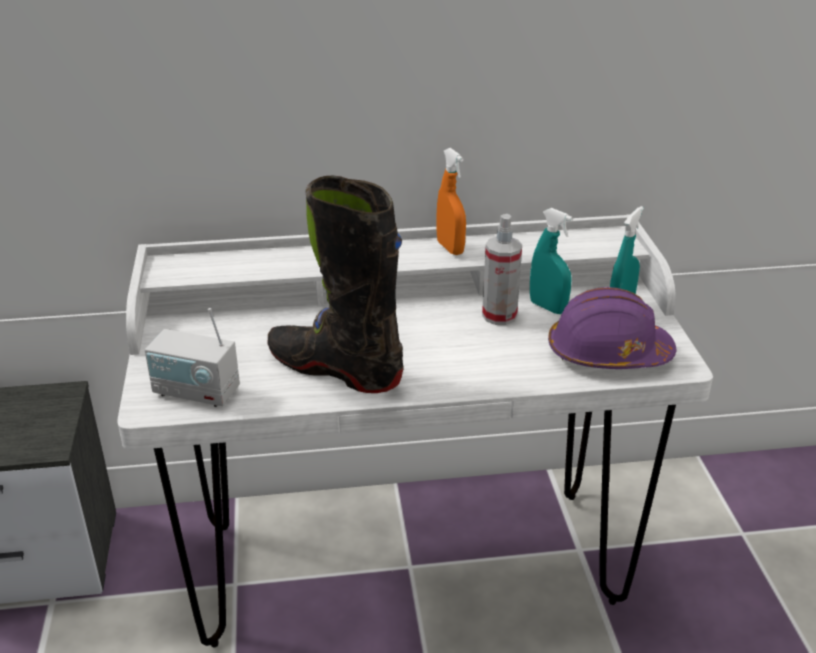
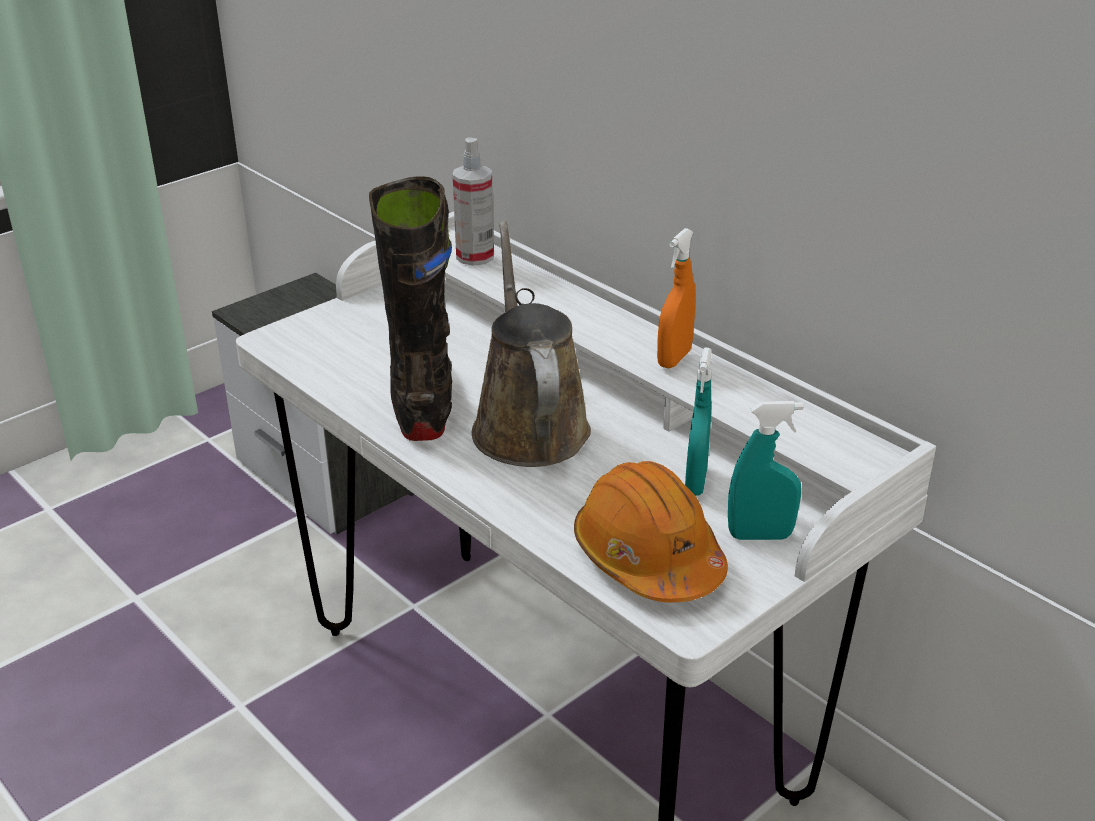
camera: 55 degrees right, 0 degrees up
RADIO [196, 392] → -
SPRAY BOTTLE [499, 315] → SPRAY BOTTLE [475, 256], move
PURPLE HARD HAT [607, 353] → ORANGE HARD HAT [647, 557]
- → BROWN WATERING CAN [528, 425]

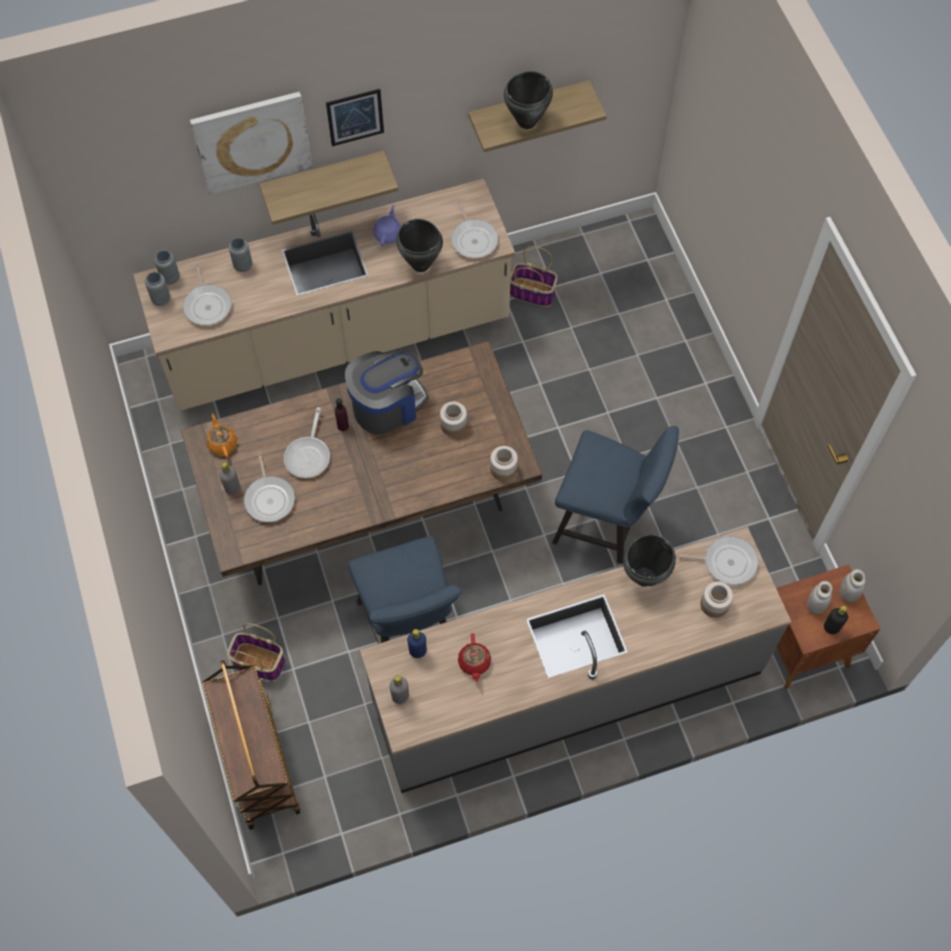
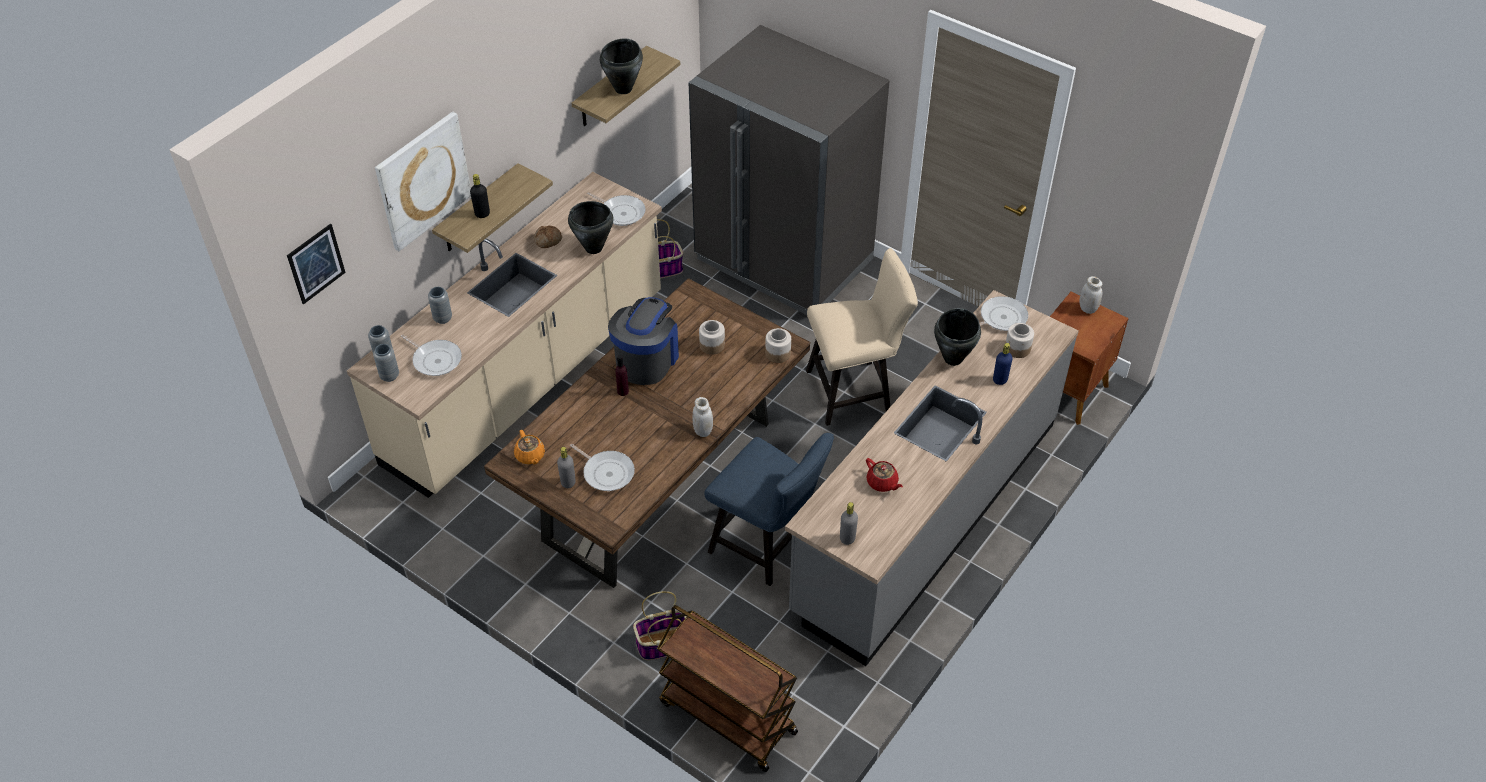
camera: 35 degrees left, 15 degrees down
ORANGE TEAPOT [222, 443] → ORANGE TEAPOT [530, 456], 150 degrees counterclockwise
FRYING PAN [309, 455] → -
PICTURE [355, 117] → PICTURE [316, 263], move
PURPLE TEAPOT [388, 234] → BREAD [548, 241]
BLUE BOTTLE [417, 651] → BLUE BOTTLE [1000, 380], move
BLUE CHAIR [606, 523] → BEIGE CHAIR [855, 390]
WHITE JAR [815, 605] → WHITE JAR [703, 431], move
BLACK BOTTLE [831, 627] → BLACK BOTTLE [482, 214], move
- → GREY FRIDGE [783, 260]

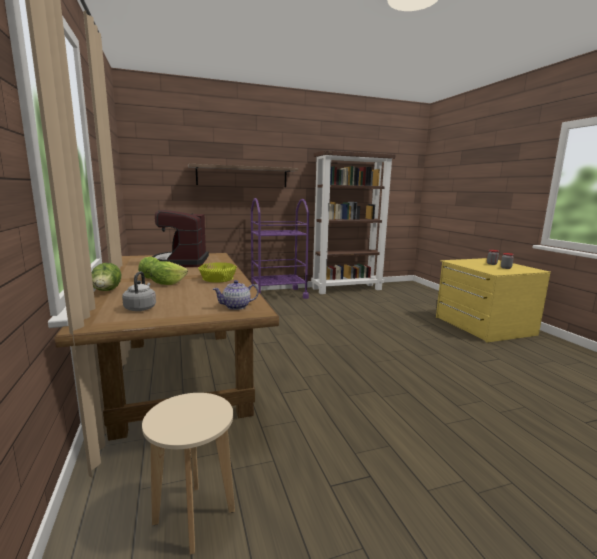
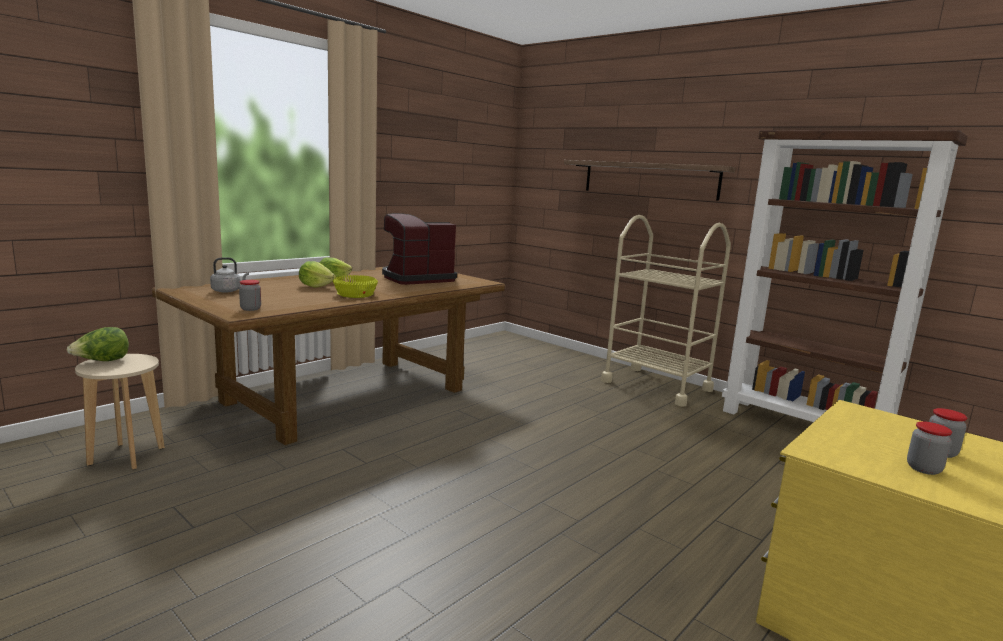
camera: 60 degrees right, 0 degrees up
LETTUCE [107, 291] → LETTUCE [102, 362], move
TEAPOT [236, 306] → JAR [250, 309]
PURPLE CART [278, 295] → BEIGE CART [656, 385]

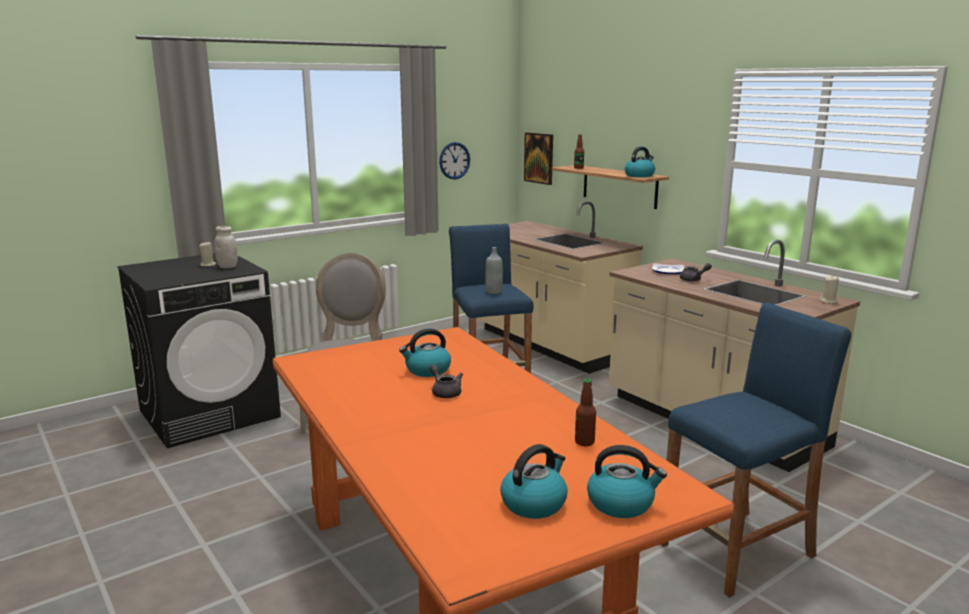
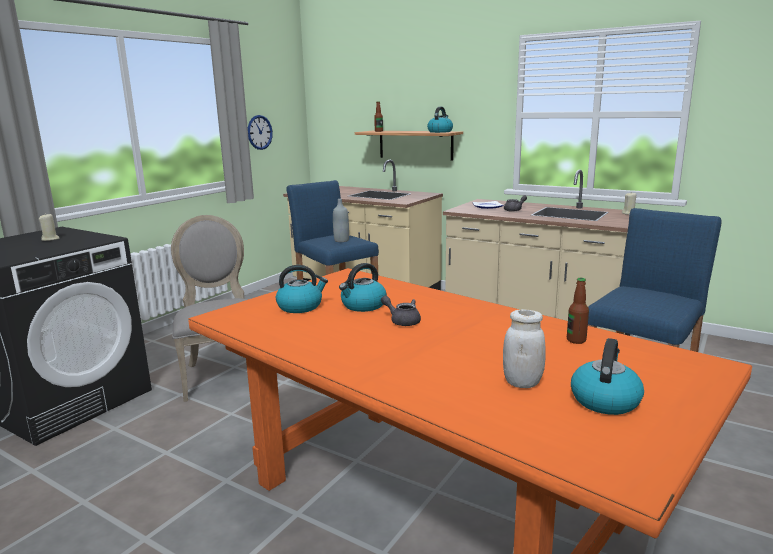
camera: 20 degrees left, 0 degrees up
WHITE JAR [227, 267] → WHITE JAR [522, 383], move
PICTURE [539, 158] → -
KETTLE [621, 503] → KETTLE [300, 306], move

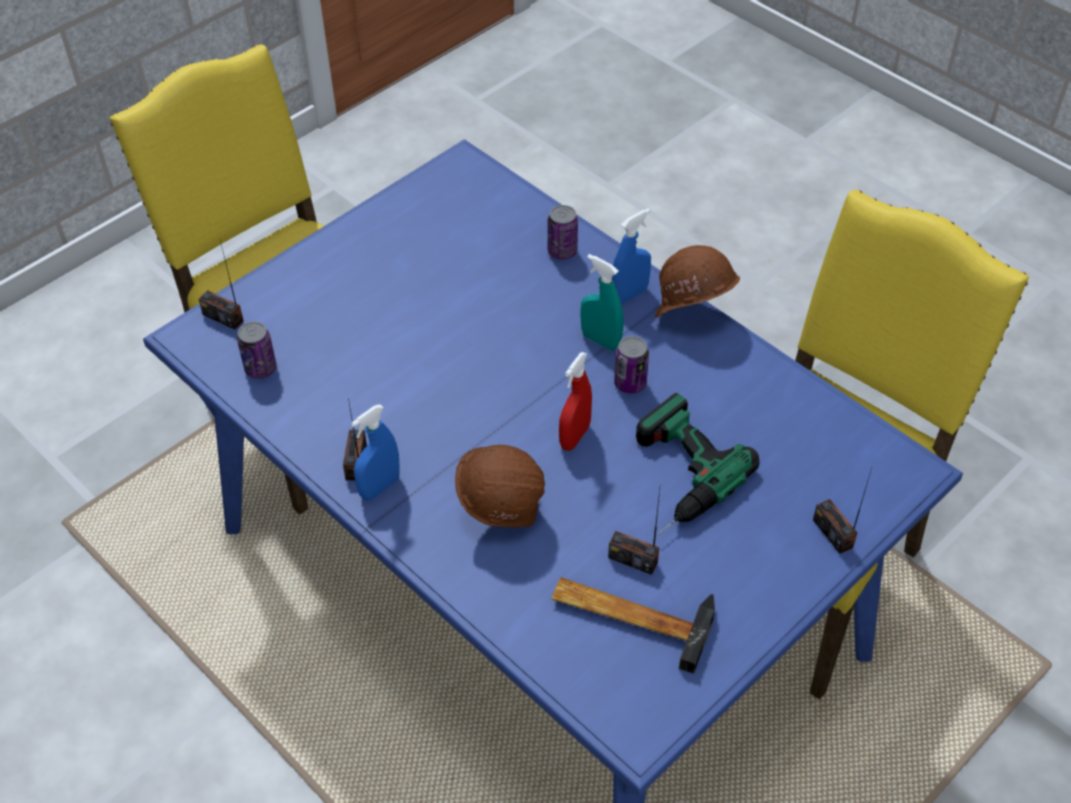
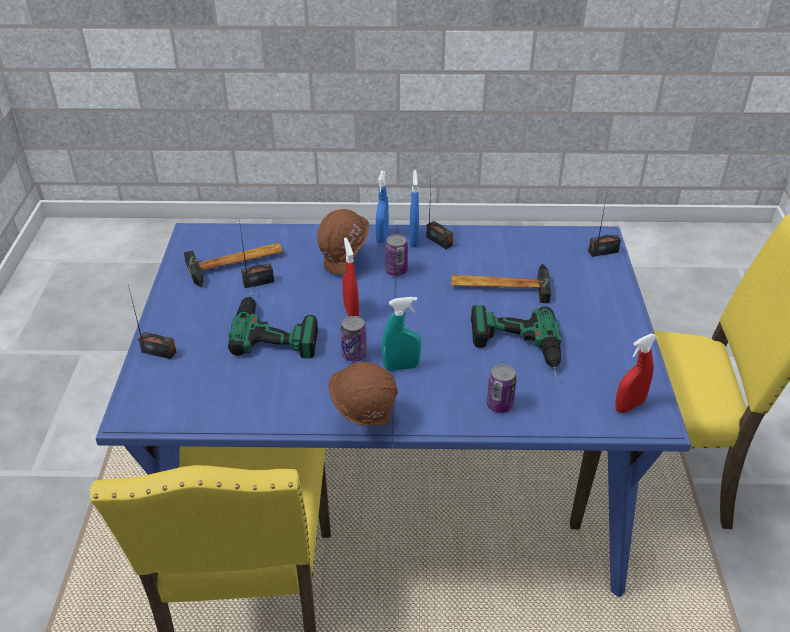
camera: 135 degrees right, 10 degrees down
CAN [260, 368] → CAN [396, 271], move
BLUE SPRAY BOTTLE [629, 295] → BLUE SPRAY BOTTLE [382, 236], move
- → HAMMER [499, 285]
- → POWER DRILL [517, 351]
- → RED SPRAY BOTTLE [629, 405]

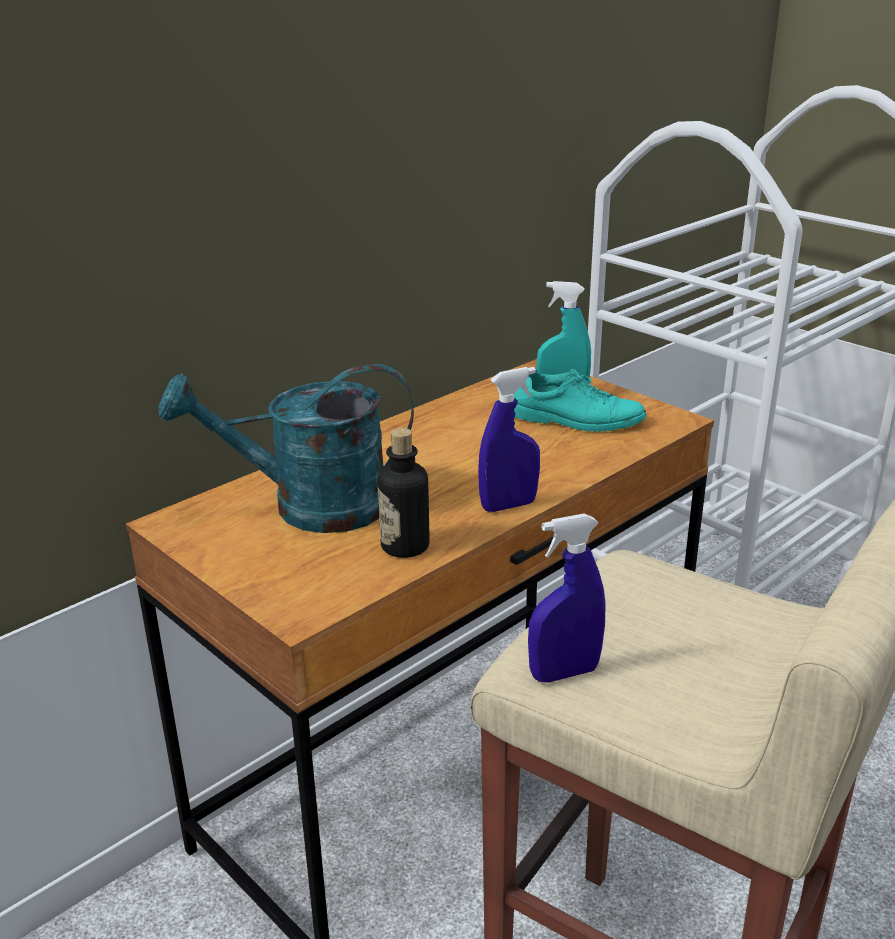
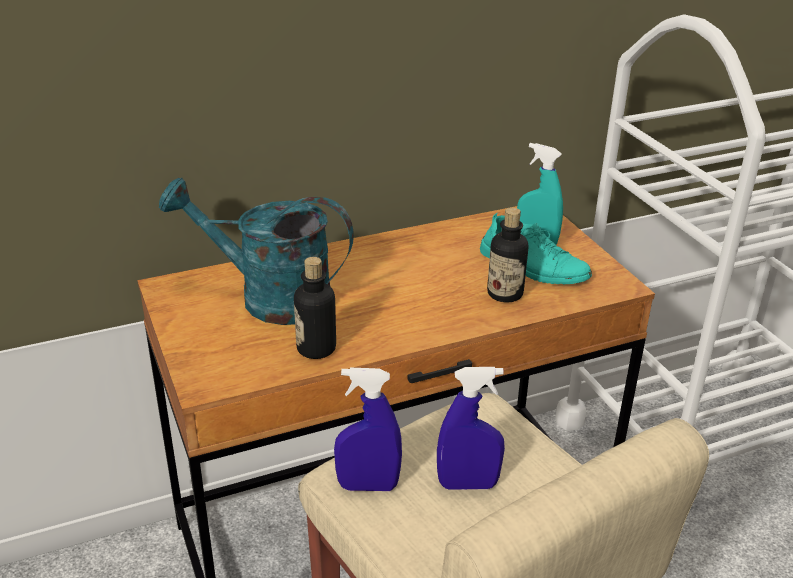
camera: 20 degrees right, 5 degrees up
BLUE SPRAY BOTTLE [508, 505] → BLUE SPRAY BOTTLE [467, 484], move
- → BOTTLE [505, 293]

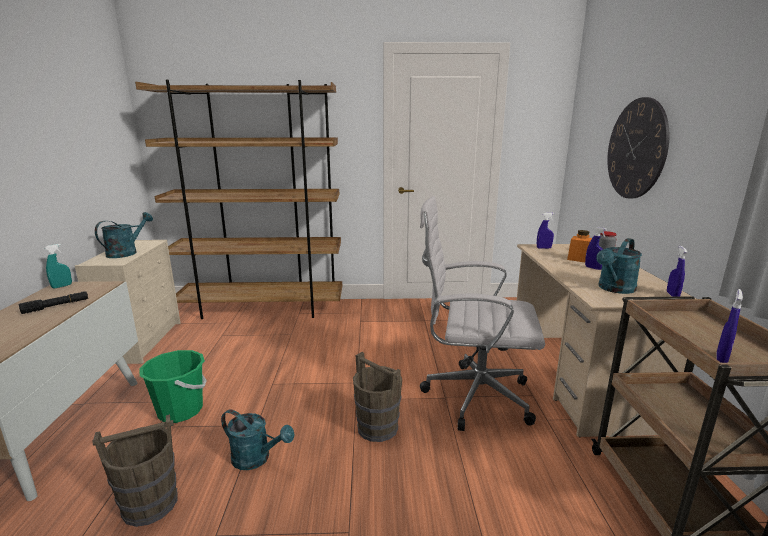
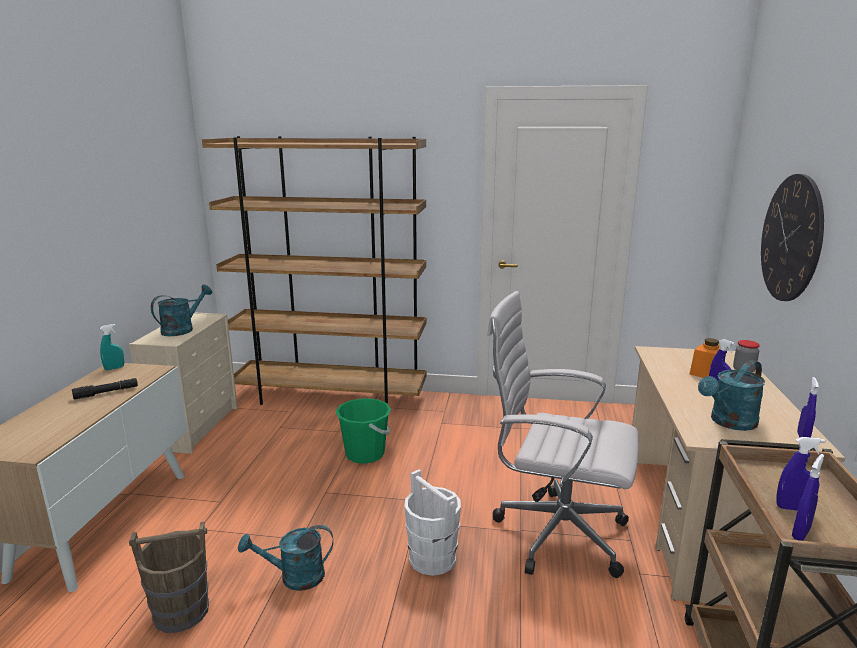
camera: 10 degrees right, 0 degrees up
GREEN BUCKET [180, 410] → GREEN BUCKET [365, 454], move
TURQUOISE WATERING CAN [257, 458] → TURQUOISE WATERING CAN [294, 577], 135 degrees clockwise
BROWN BUCKET [377, 427] → WHITE BUCKET [432, 558]
BLUE SPRAY BOTTLE [543, 248] → BLUE SPRAY BOTTLE [793, 508], move

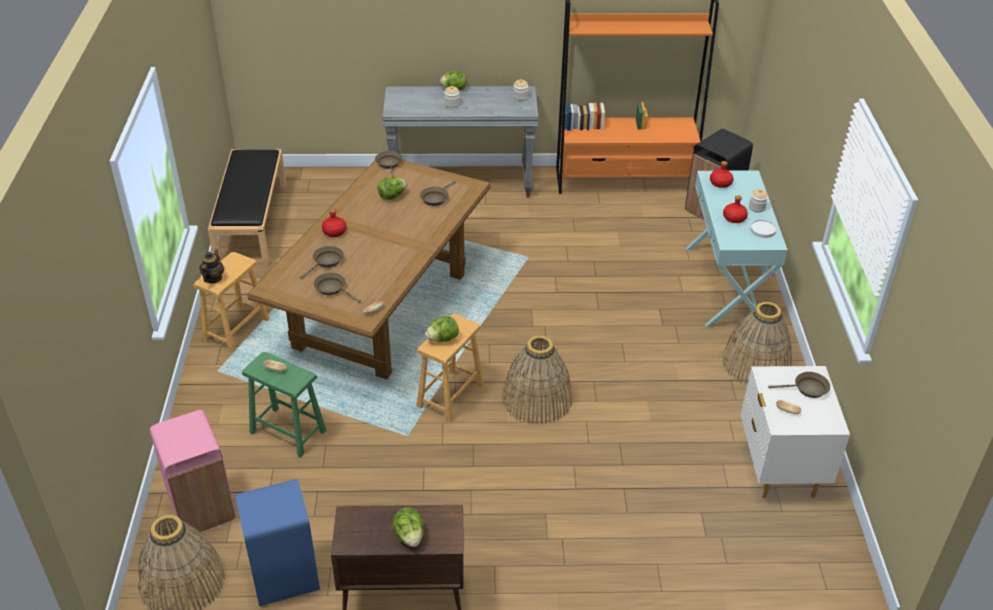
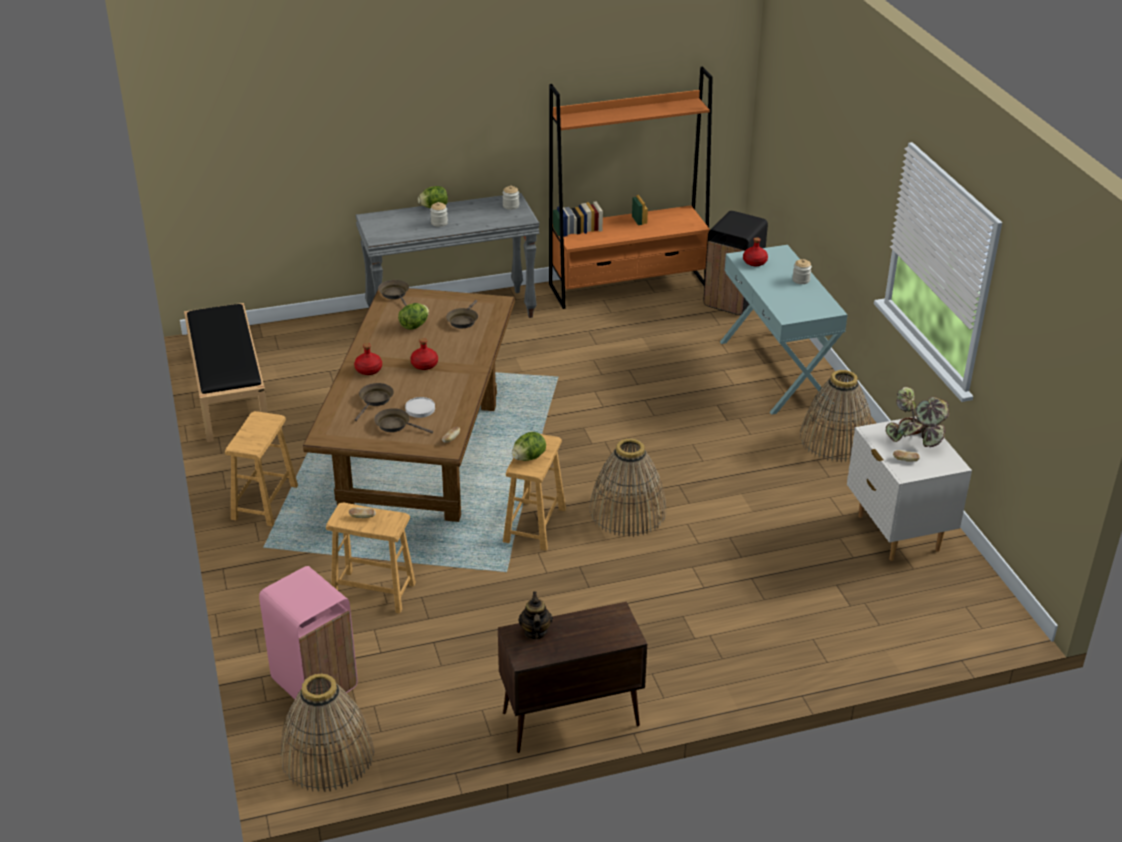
camera: 15 degrees left, 5 degrees down
TEAPOT [213, 278] → TEAPOT [535, 632], move
BLUE TRASH CAN [285, 578] → -
GREEN STOOL [288, 432] → BROWN STOOL [373, 592]
LETTUCE [409, 536] → -
RED BOTTLE [734, 218] → RED BOTTLE [424, 365], move
WHITE PLATE [762, 230] → WHITE PLATE [420, 409], move
BROWN FRYING PAN [807, 389] → POTTED PLANT [916, 438]

